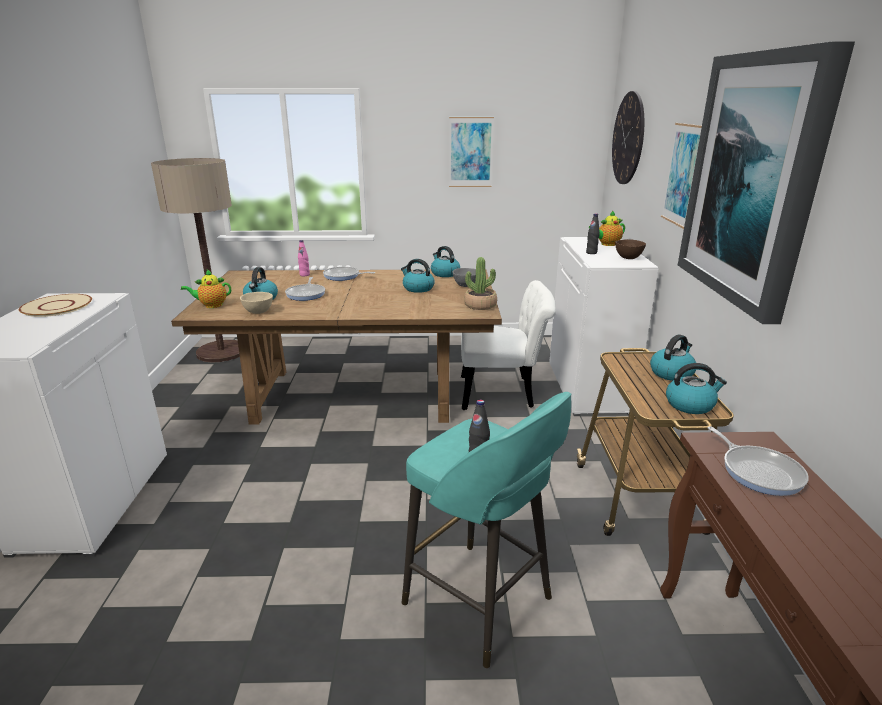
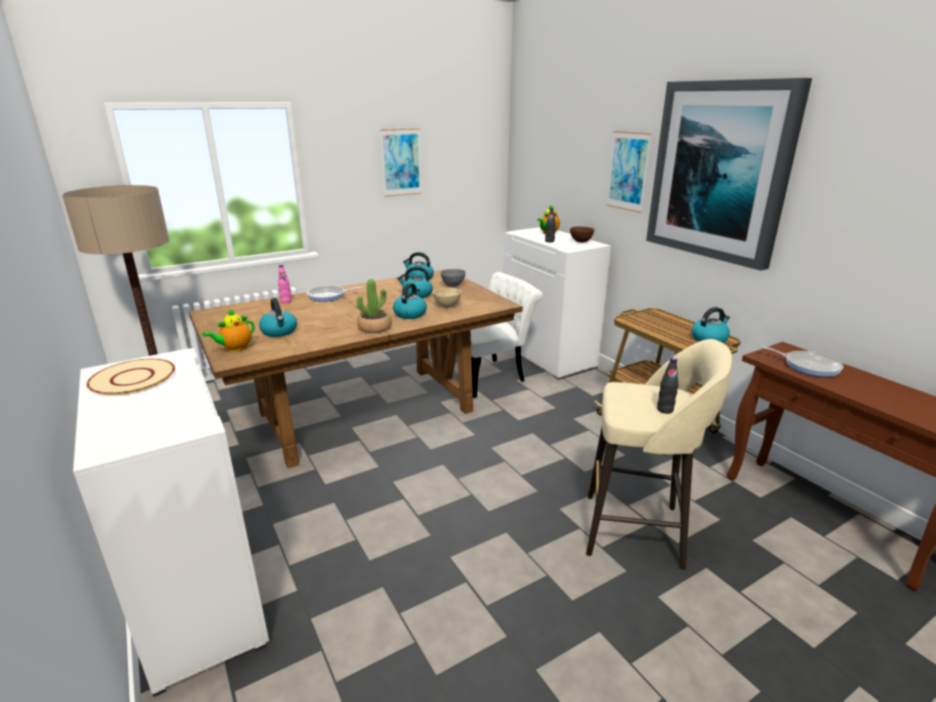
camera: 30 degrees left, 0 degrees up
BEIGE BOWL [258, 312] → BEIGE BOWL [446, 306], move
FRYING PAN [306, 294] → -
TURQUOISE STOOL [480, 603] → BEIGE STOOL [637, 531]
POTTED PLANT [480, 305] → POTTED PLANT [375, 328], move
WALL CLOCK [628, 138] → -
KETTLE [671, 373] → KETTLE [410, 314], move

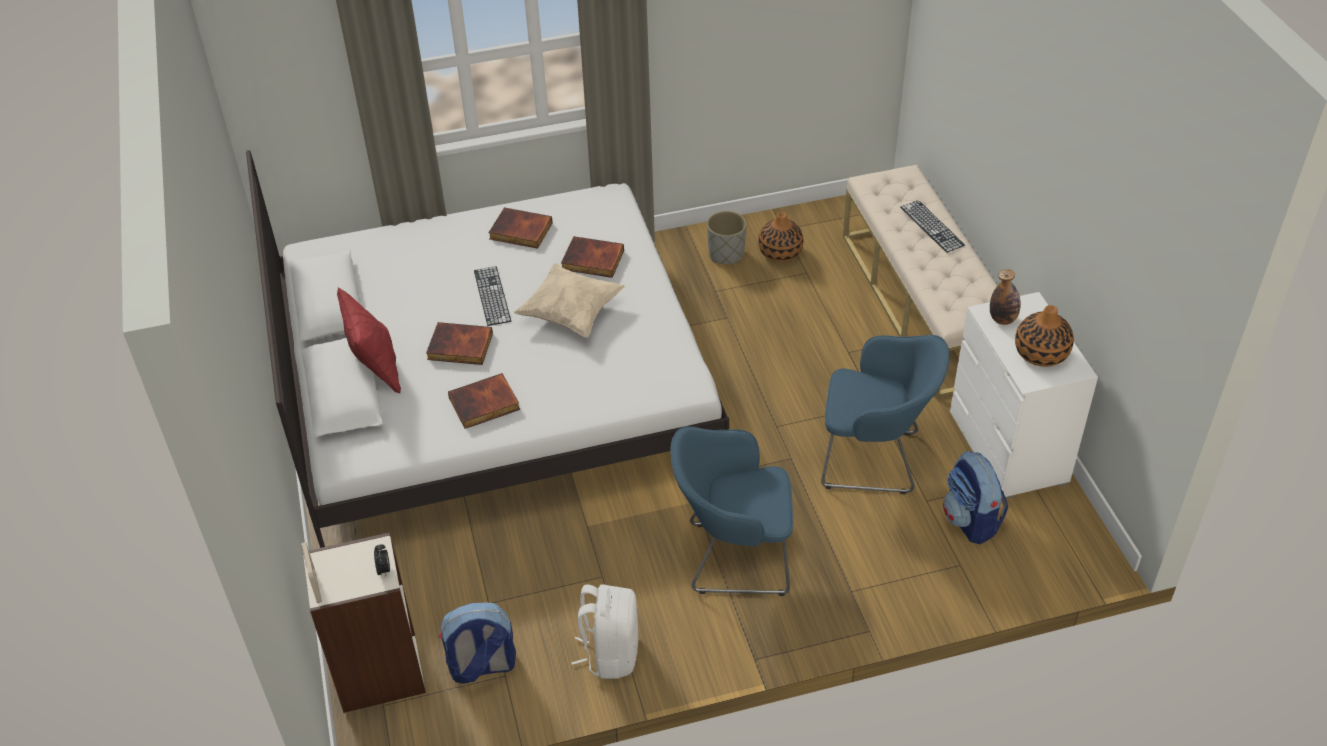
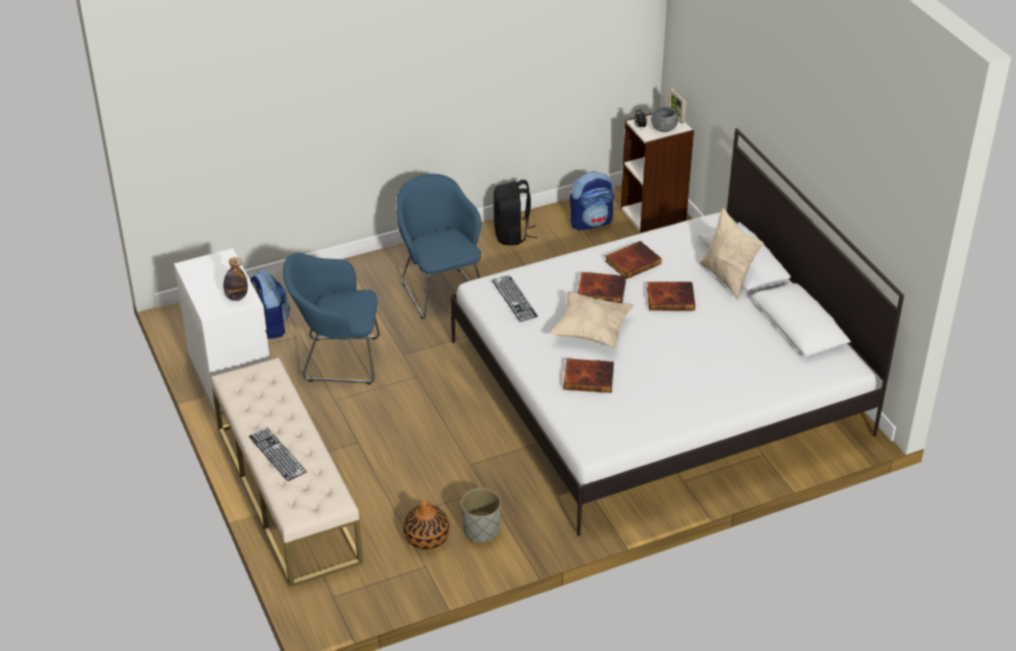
camera: 170 degrees right, 5 degrees down
RED PILLOW [376, 370] → BEIGE PILLOW [727, 278]
KEYBOARD [492, 295] → KEYBOARD [514, 298], move
BOOK [520, 231] → BOOK [602, 290], move
WHITE BACKPACK [610, 653] → BLACK BACKPACK [512, 235]
BLUE ARMCHAIR [732, 557] → BLUE ARMCHAIR [441, 290], 105 degrees counterclockwise
VASE [1040, 353] → -
- → GREY BOWL [663, 129]

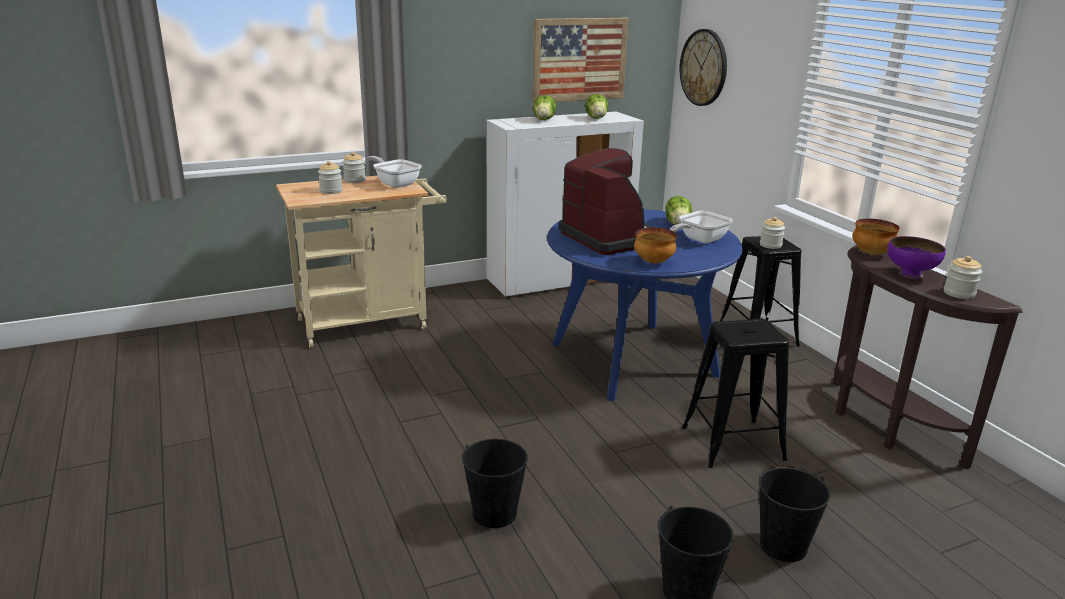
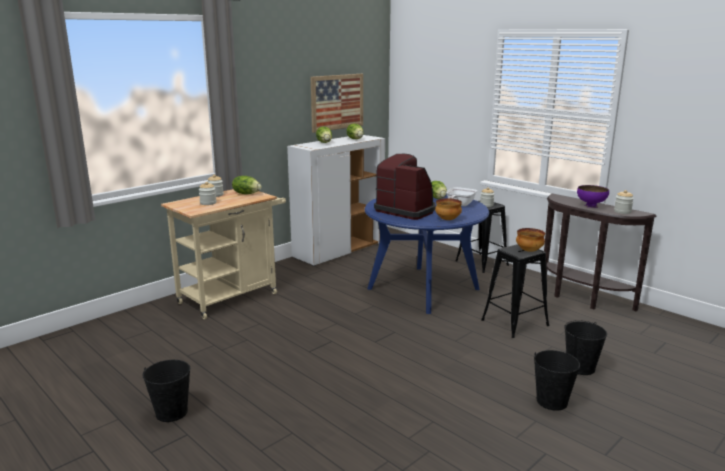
camera: 20 degrees left, 5 degrees down
FRYING PAN [395, 183] → LETTUCE [246, 193]
BLACK BUCKET [494, 513] → BLACK BUCKET [171, 412], move
WALL CLOCK [704, 67] → -
BOWL [871, 253] → BOWL [529, 250], move

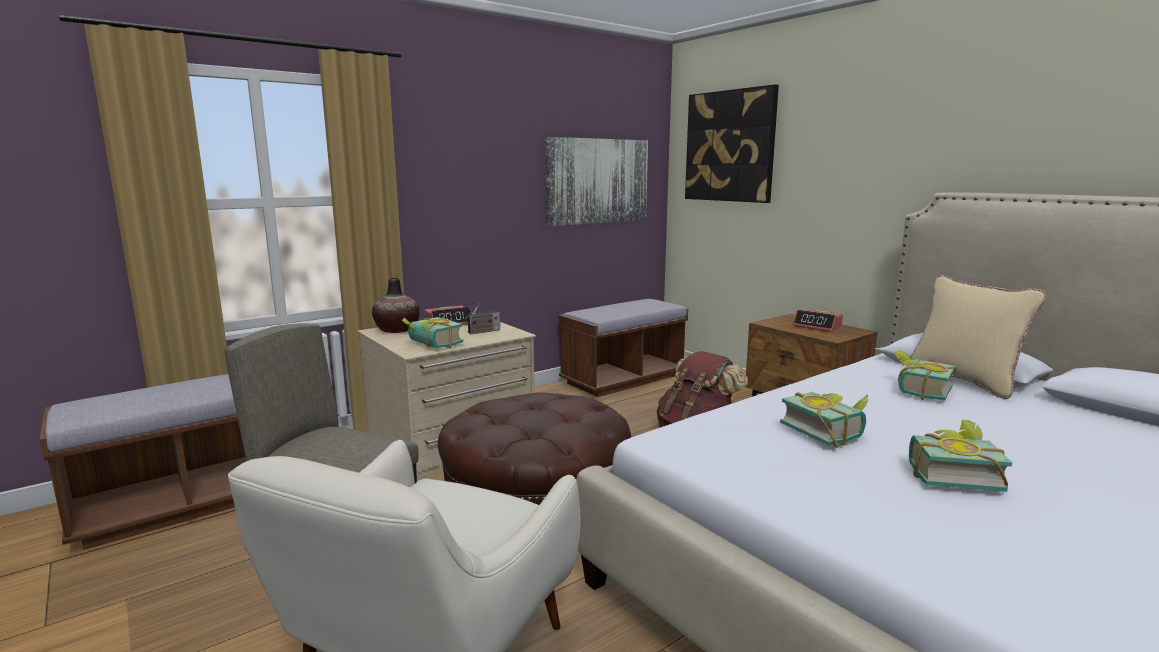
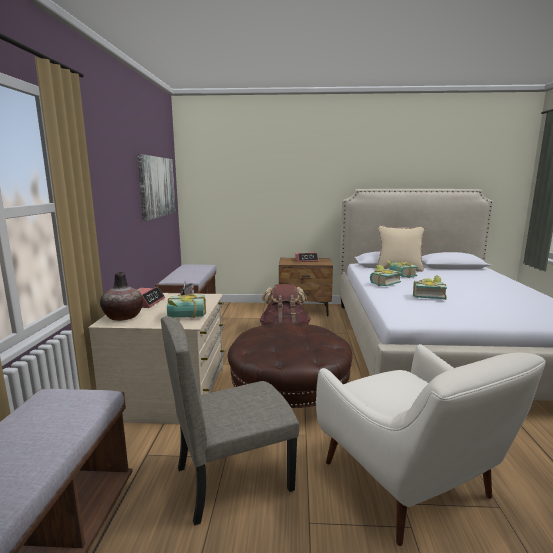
camera: 50 degrees left, 0 degrees up
PICTURE [730, 146] → -
BOOK [951, 475] → BOOK [382, 283], move

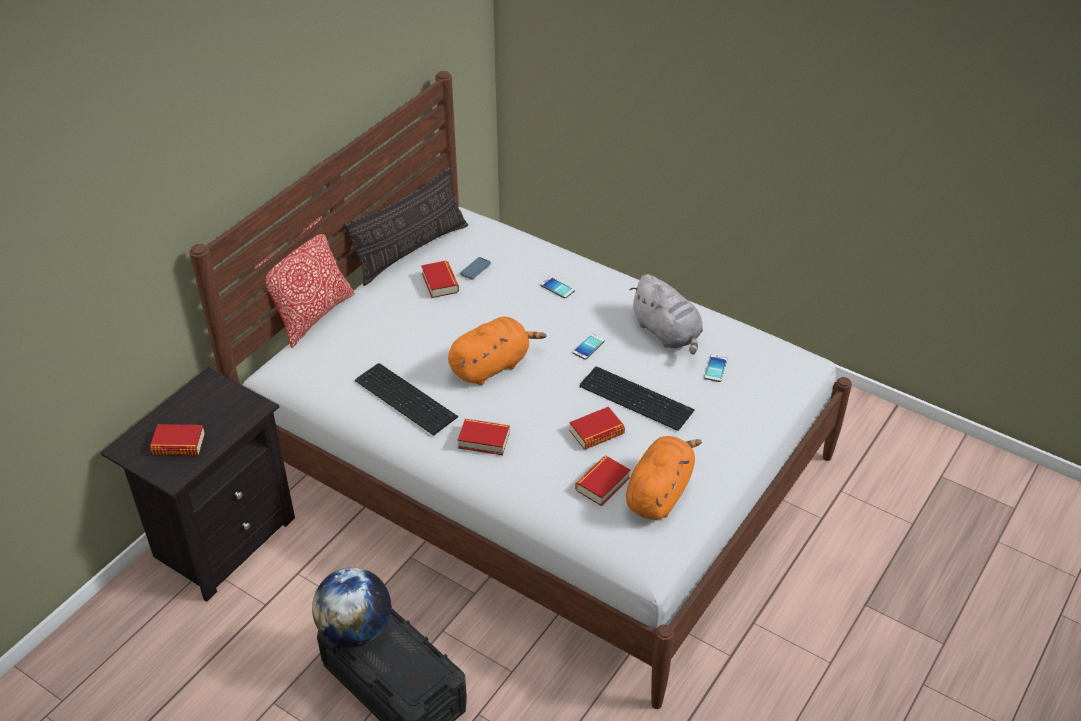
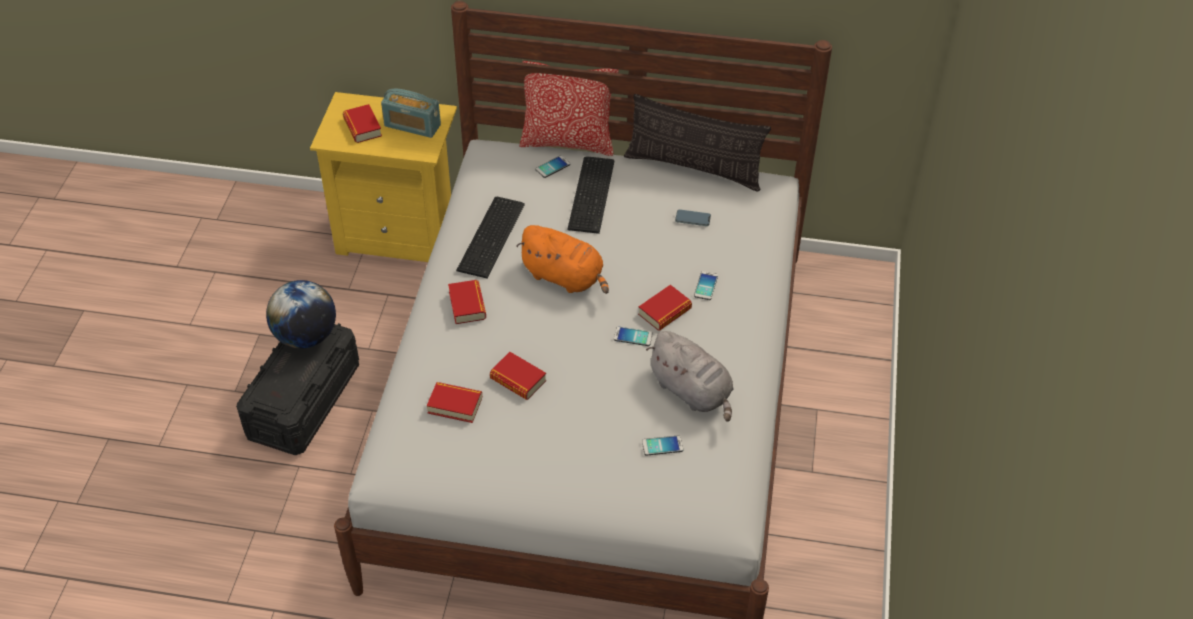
camera: 65 degrees right, 5 degrees up
BLACK NIGHTSTAND [221, 539] → YELLOW NIGHTSTAND [400, 234]
BOOK [440, 283] → BOOK [664, 312], move
KEYBOARD [636, 396] → KEYBOARD [593, 194], move
ORANGE PLUSH TOY [659, 492] → -
GREY PLUSH TOY [667, 333] → GREY PLUSH TOY [692, 392], 75 degrees counterclockwise
- → RADIO [412, 125]
- → PHONE [552, 167]

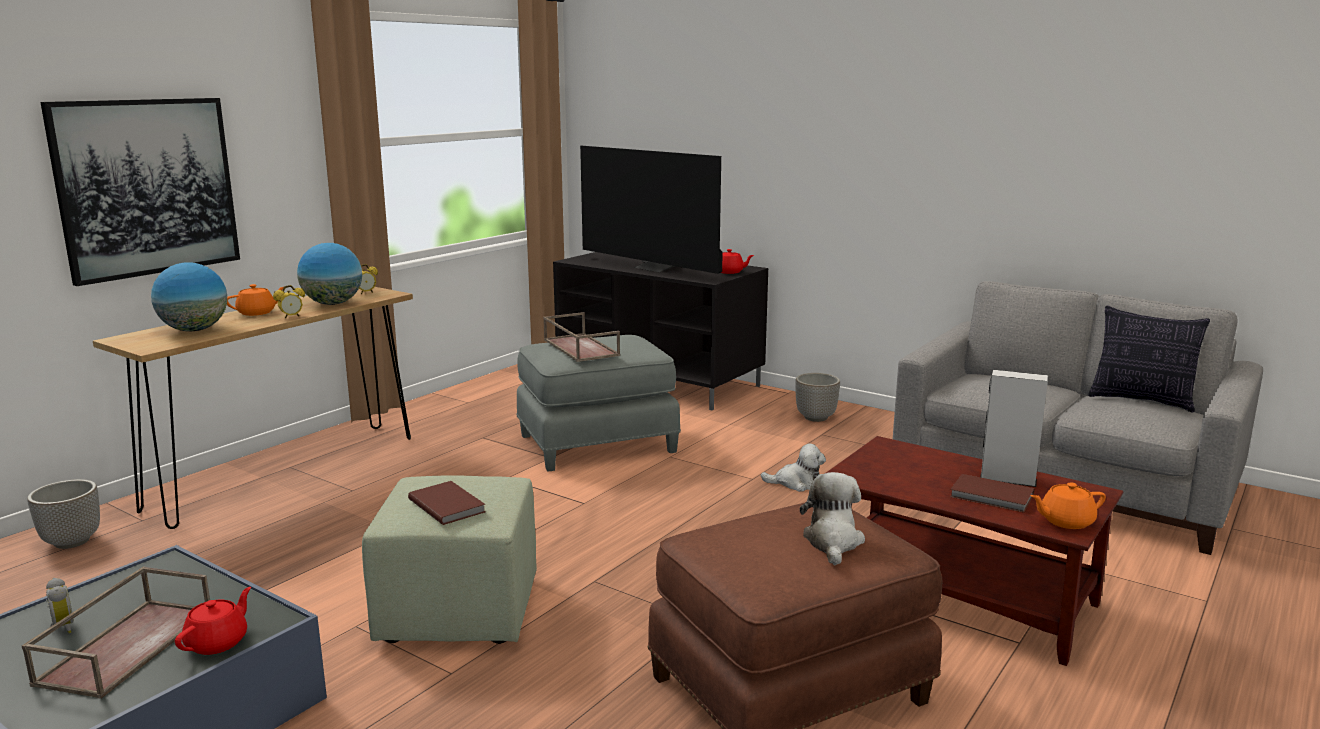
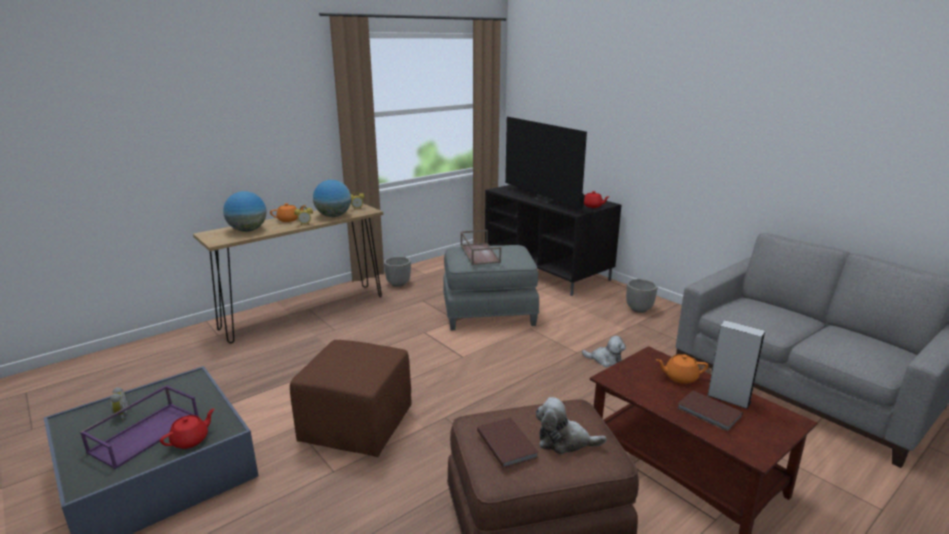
camera: 15 degrees right, 5 degrees up
BROWN TRAY [126, 645] → PURPLE TRAY [145, 433]
PLANTER [73, 541] → PLANTER [399, 284], move
PICTURE [147, 187] → -
GREEN OTTOMAN [458, 610] → BROWN OTTOMAN [357, 425]
BROWN BOOK [448, 505] → BROWN BOOK [507, 443], move
PLUSH TOY [832, 542] → PLUSH TOY [564, 441], 105 degrees counterclockwise
ORANGE TEAPOT [1065, 521] → ORANGE TEAPOT [680, 377], move
PILLOW [1141, 401] → -

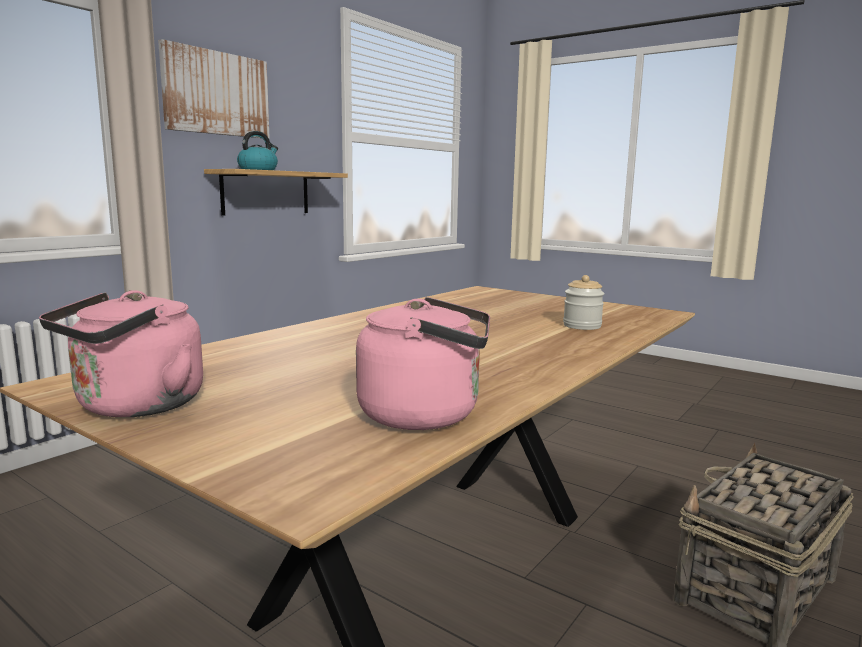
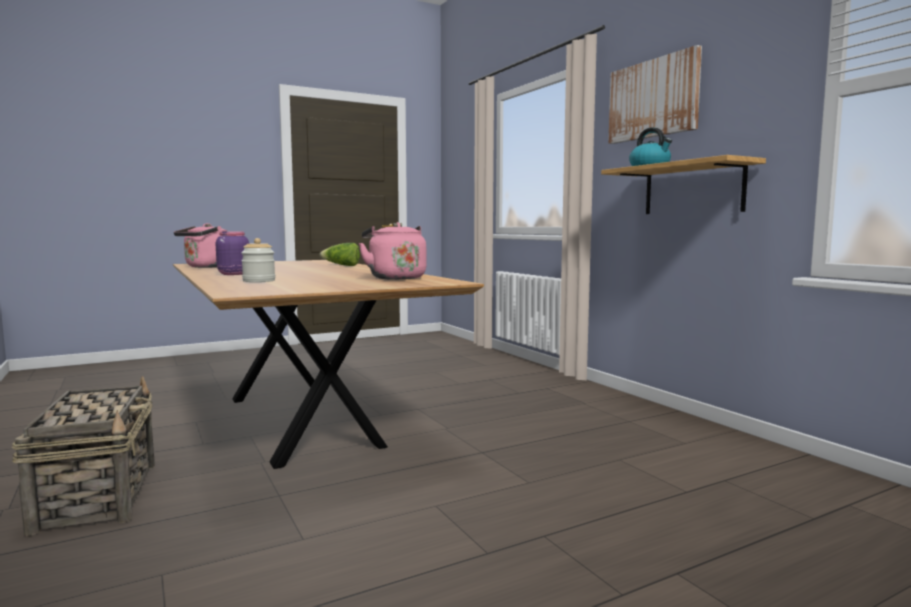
camera: 115 degrees right, 5 degrees down
PINK KETTLE [135, 407] → PINK KETTLE [395, 278], move
- → PURPLE JAR [233, 274]
- → LETTUCE [341, 265]

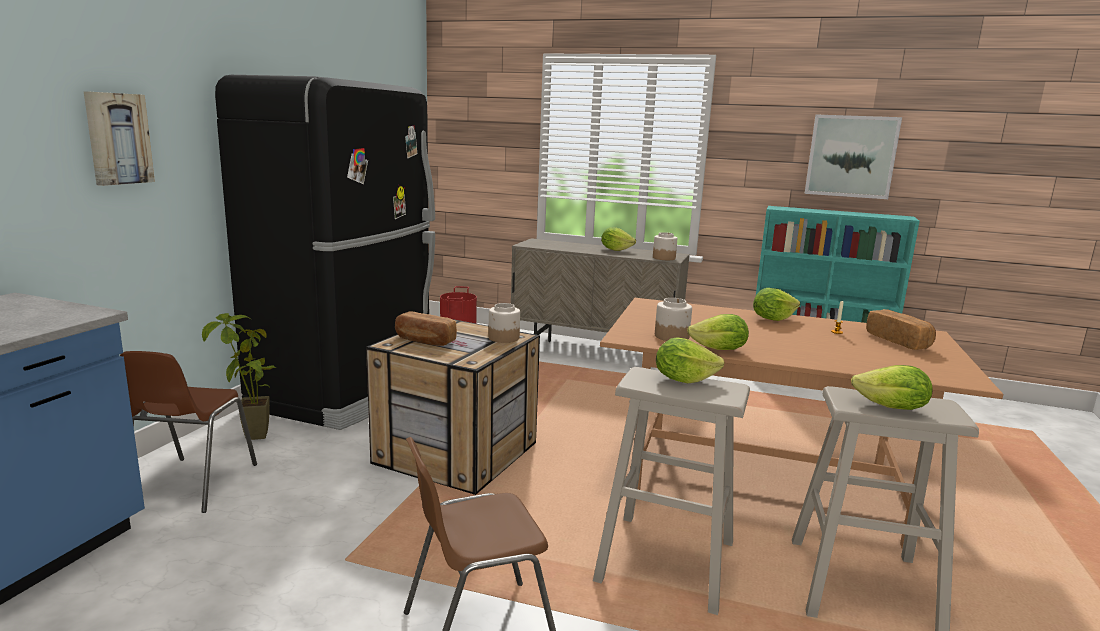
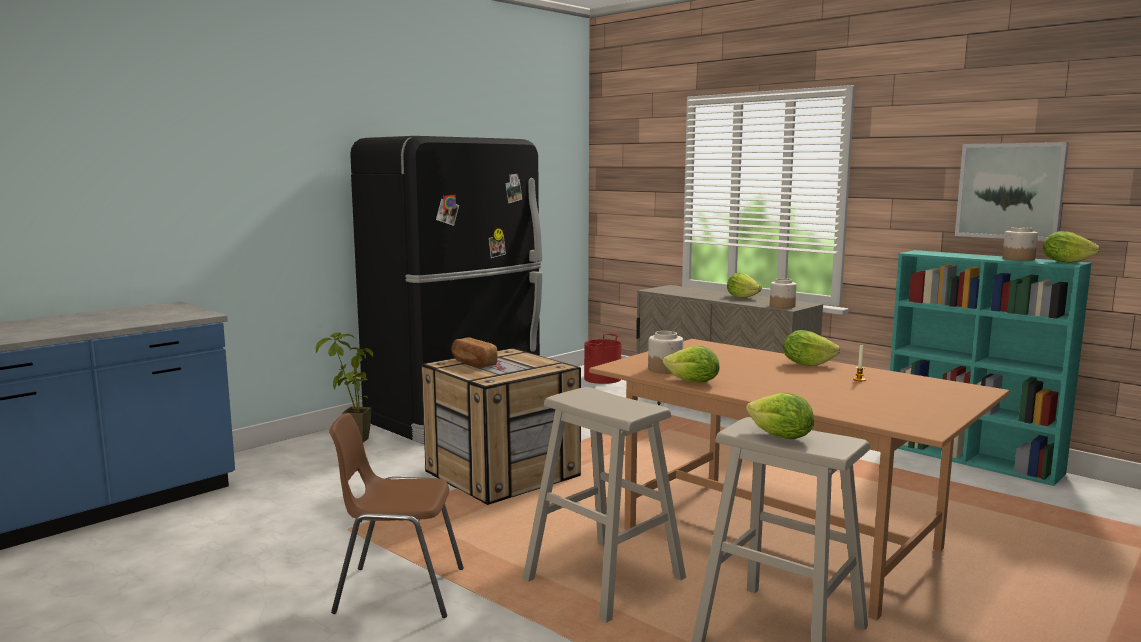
camera: 25 degrees right, 5 degrees down
PICTURE [117, 138] → -
BROWN CHAIR [192, 485] → -
JAR [504, 338] → JAR [1019, 259], move
LETTUCE [683, 379] → LETTUCE [1065, 262], move
BREAD [899, 341] → -

